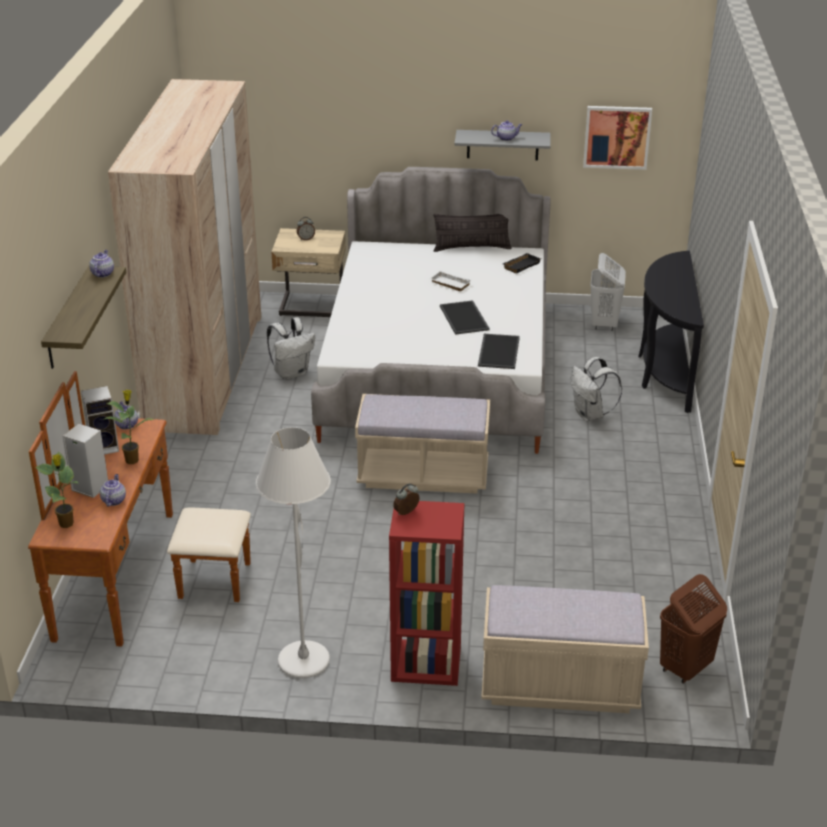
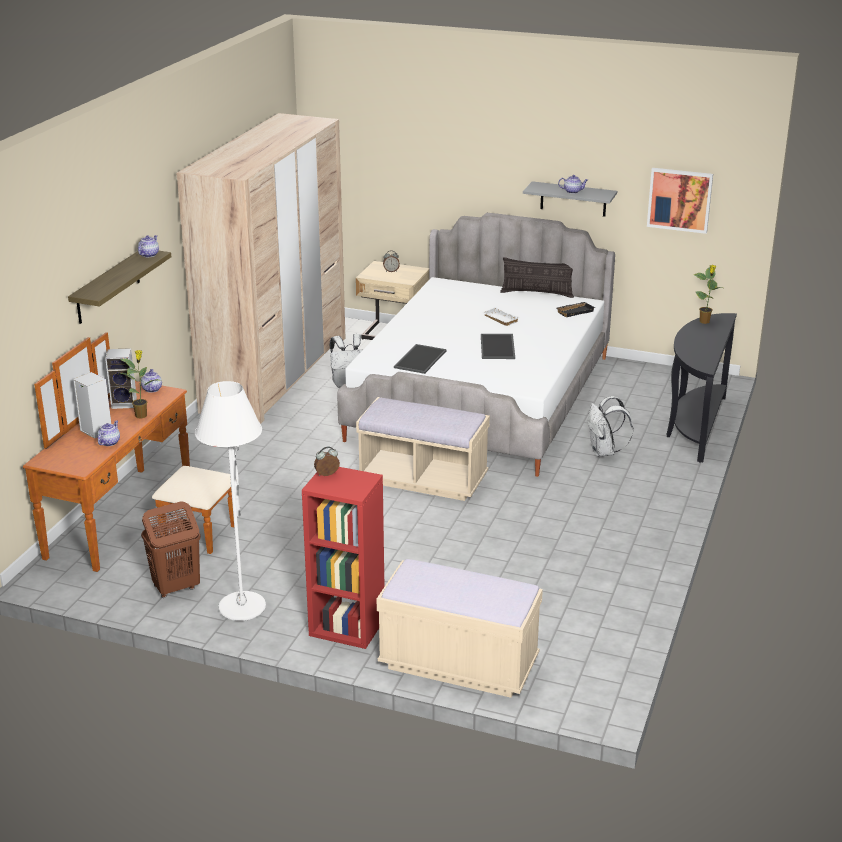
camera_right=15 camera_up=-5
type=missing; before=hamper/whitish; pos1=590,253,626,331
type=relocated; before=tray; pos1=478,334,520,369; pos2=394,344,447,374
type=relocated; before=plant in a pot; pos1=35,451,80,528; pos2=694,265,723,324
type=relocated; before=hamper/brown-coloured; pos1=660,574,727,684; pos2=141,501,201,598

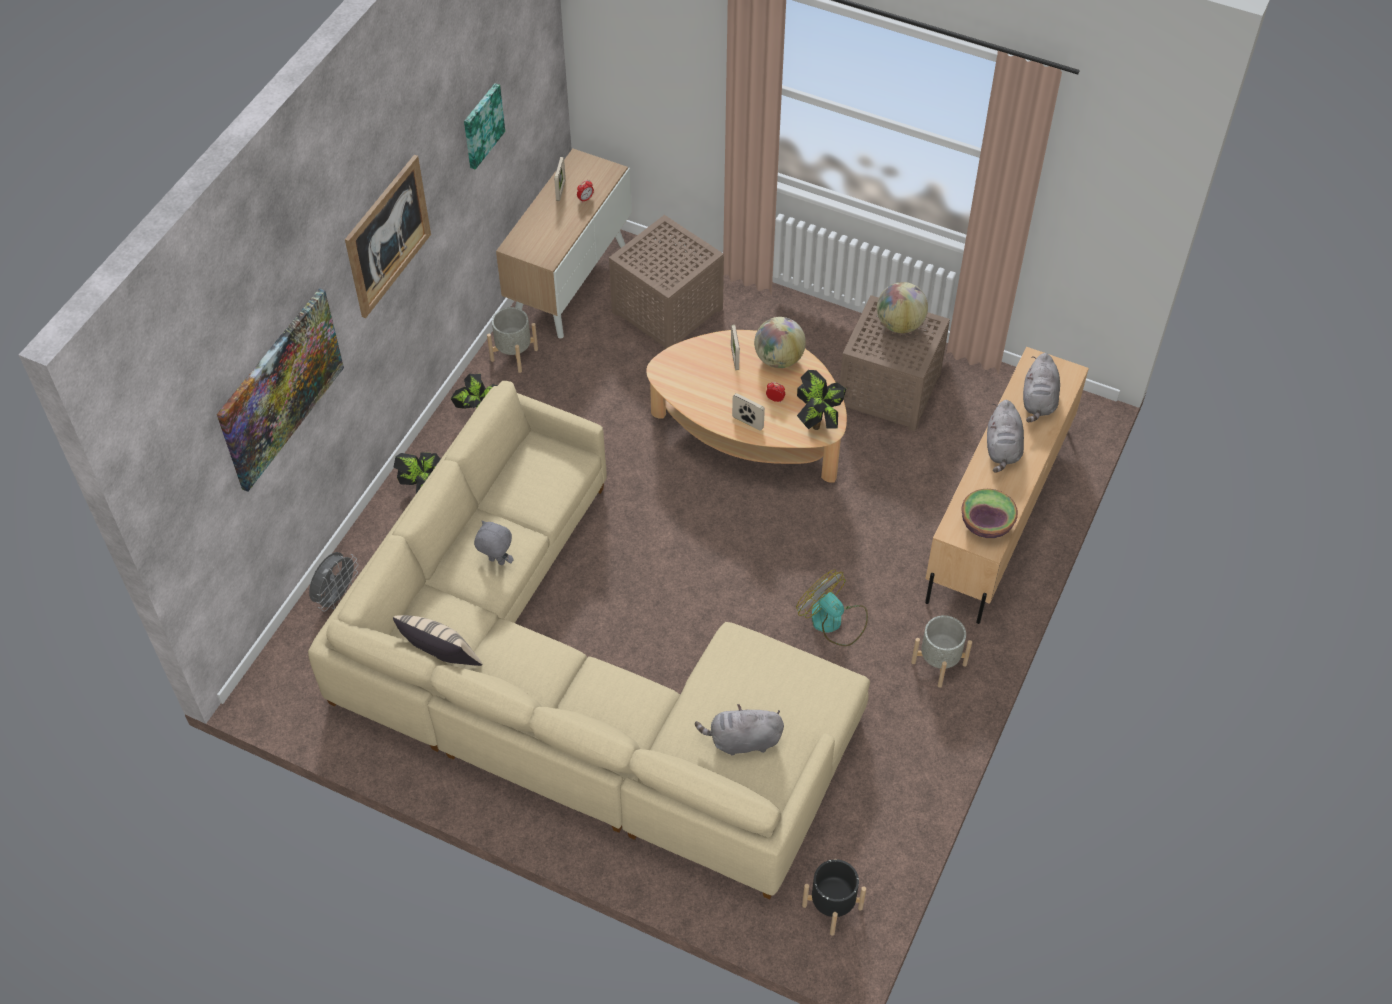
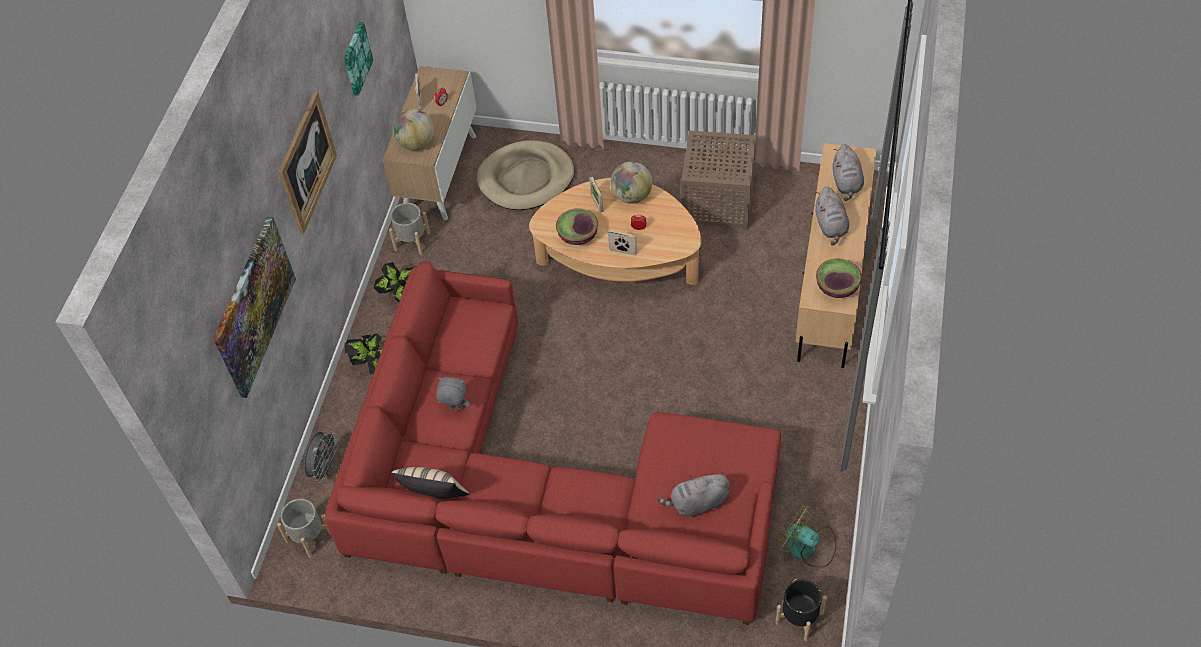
camera_right=-10 camera_up=0
type=exchanged; before=side table/brown-coloured; after=dog cushion/beige; pos1=609,215,724,349; pos2=477,140,574,210
type=relocated; before=globe; pos1=877,282,928,333; pos2=392,109,434,150
type=missing; before=plant in a pot; pos1=797,370,846,430
type=colour; before=settee/beige; after=settee/reddish; pos1=308,381,870,899; pos2=325,261,781,625
type=relocated; before=electric fan; pos1=796,569,868,646; pos2=778,506,837,568
type=relocated; before=plant pot/gray; pos1=911,615,972,688; pos2=277,499,331,558
type=appeared; after=bowl; pos2=556,208,598,245

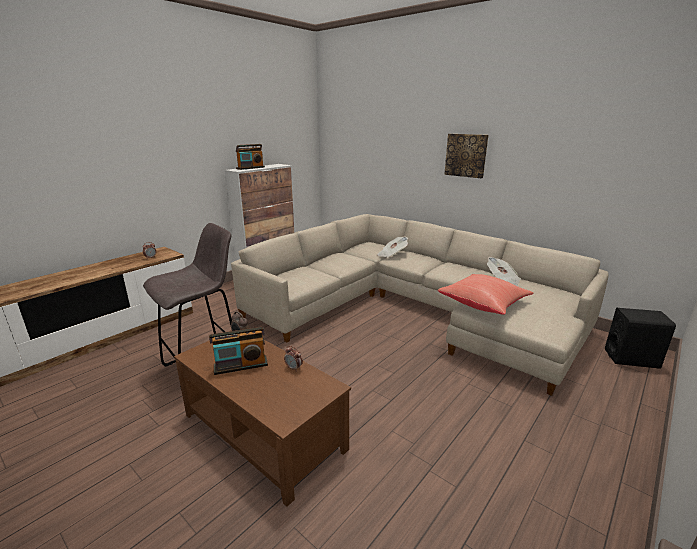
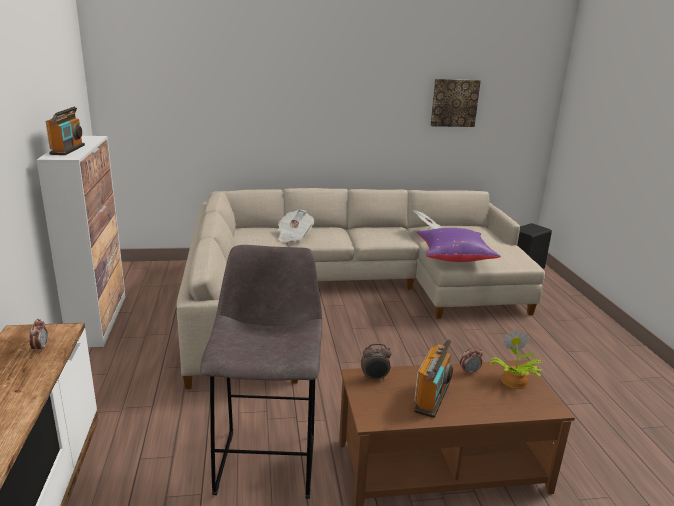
camera_right=-50 camera_up=0
type=relocated; before=wall art; pos1=444,134,488,178; pos2=430,79,481,127
type=colour; before=throw pillow/reddish; after=throw pillow/purplish; pos1=438,274,533,315; pos2=417,228,501,262
type=appeared; after=plant in a pot; pos2=490,330,542,389

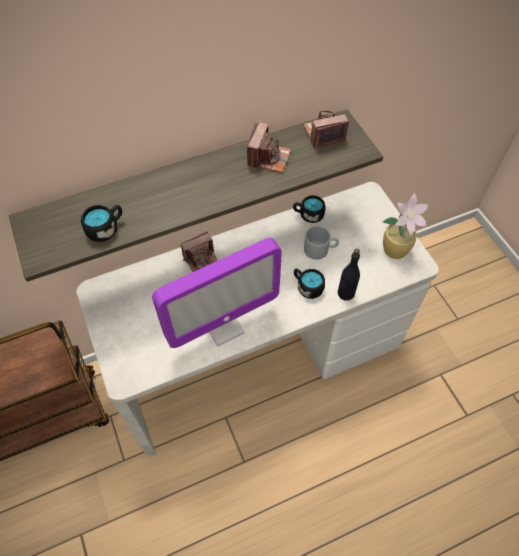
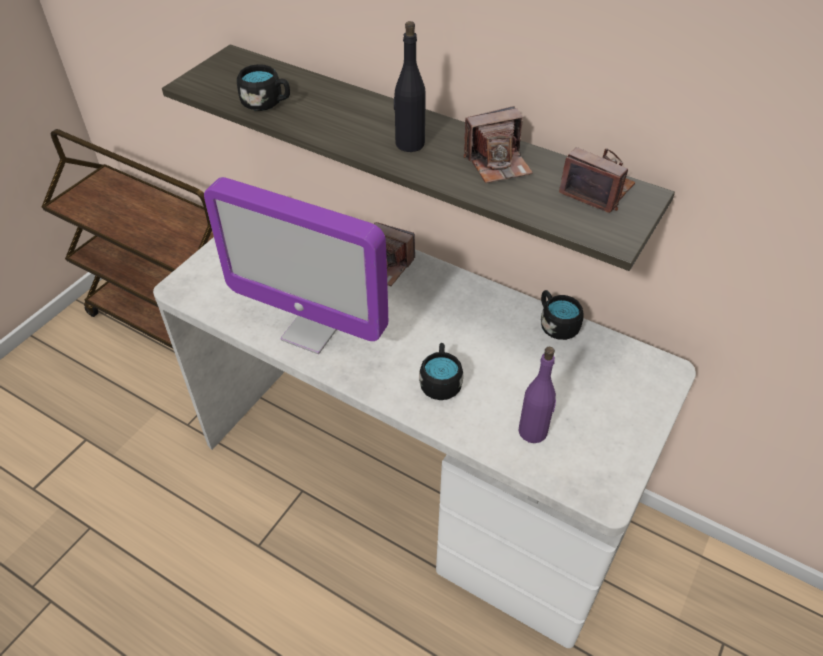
camera_right=55 camera_up=-10
type=missing; before=plant in a pot; pos1=382,193,429,259
type=missing; before=mug/gray; pos1=304,226,339,260
type=relocated; before=beverage bottle/blackish; pos1=338,249,360,301; pos2=394,21,426,152
type=appeared; after=beverage bottle/purplish; pos2=519,347,556,443

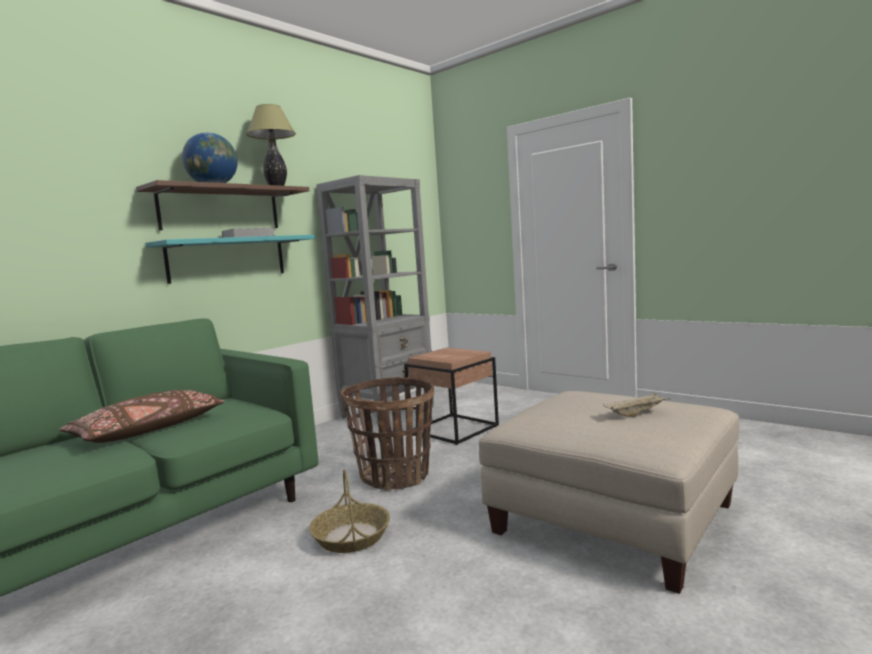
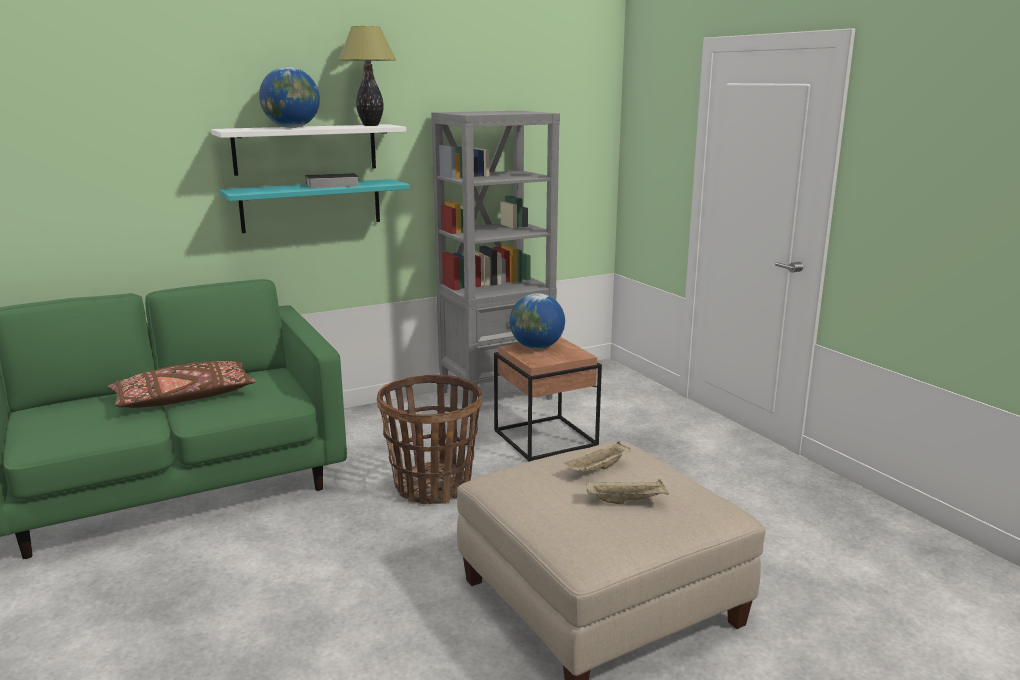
camera_right=20 camera_up=10
type=colour; before=bracket shelf/brown-coloured; after=bracket shelf/whitish; pos1=136,180,309,230; pos2=211,124,406,176
type=missing; before=household basket; pos1=309,469,390,553
type=appeared; after=globe; pos2=510,293,565,349
type=appeared; after=tray/beige; pos2=565,442,631,472

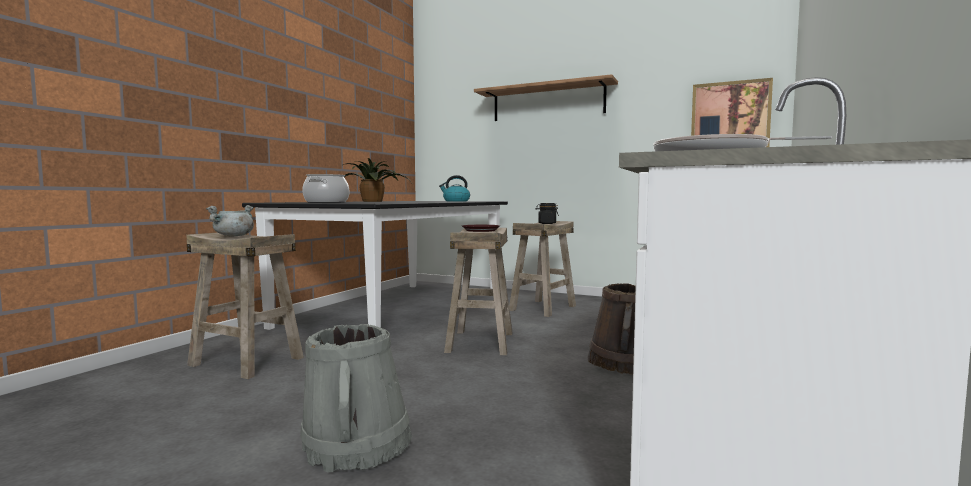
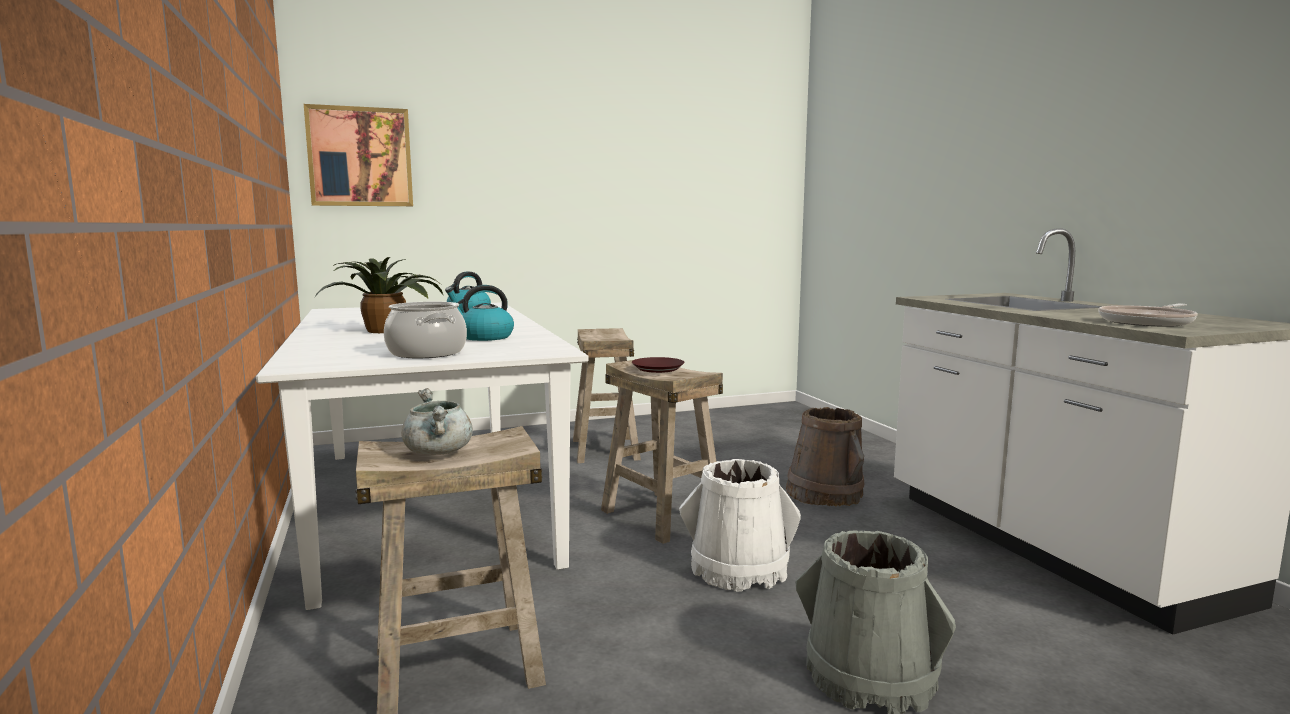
camera_right=-45 camera_up=5
type=missing; before=bracket shelf; pos1=474,74,618,121
type=relocated; before=wall art; pos1=691,78,773,147; pos2=304,104,413,206
type=colour; before=kitchen table/blackish; after=kitchen table/whitish; pos1=242,201,508,330; pos2=256,302,588,610
type=missing; before=jar/blackish; pos1=536,203,559,224
type=appeared; after=kettle; pos2=457,285,514,341
type=appeared; after=water bucket/whitish; pos2=679,459,801,592

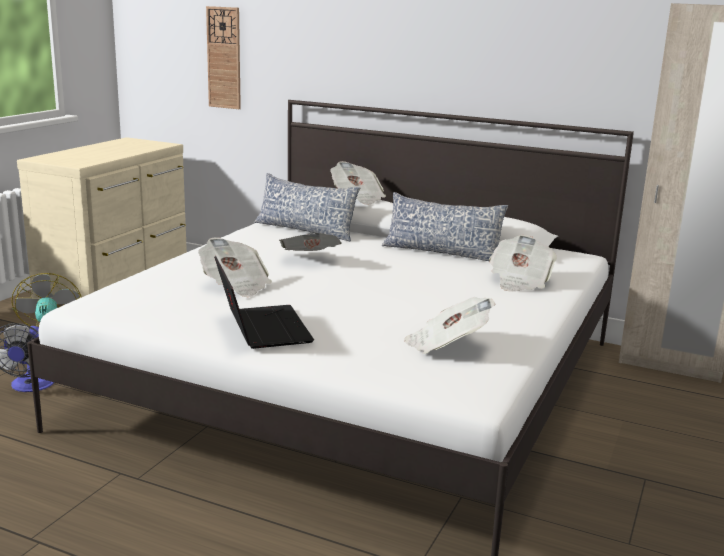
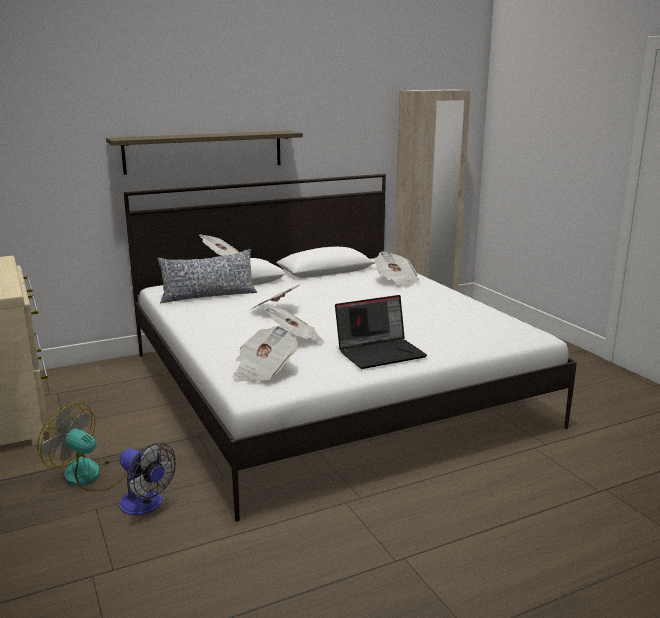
camera_right=-50 camera_up=0
type=missing; before=hanging clock; pos1=206,6,241,109
type=missing; before=throw pillow; pos1=382,192,508,261
type=spun; before=portable computer; pos1=214,256,314,349; pos2=335,295,427,369; turn=135
type=relocated; before=newspaper; pos1=404,297,496,354; pos2=232,326,297,381
type=appeared; after=bracket shelf; pos2=106,131,303,175

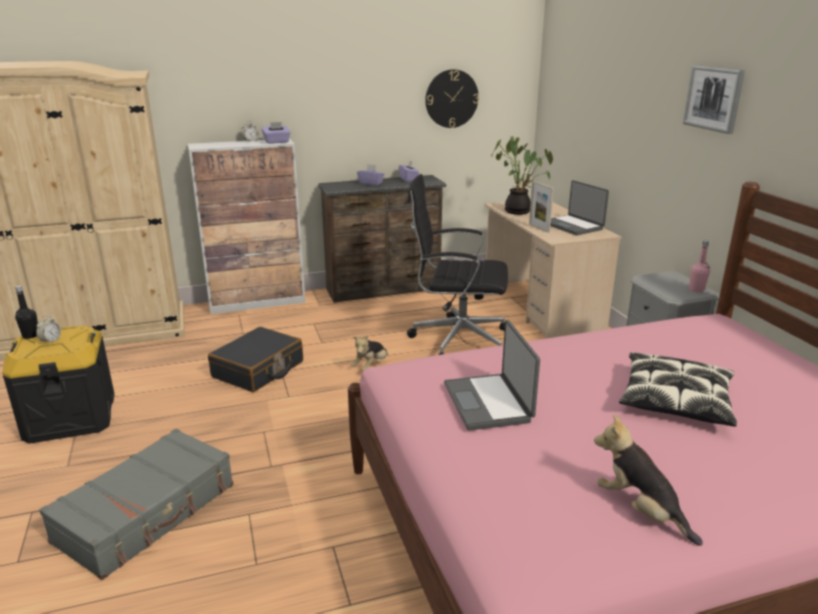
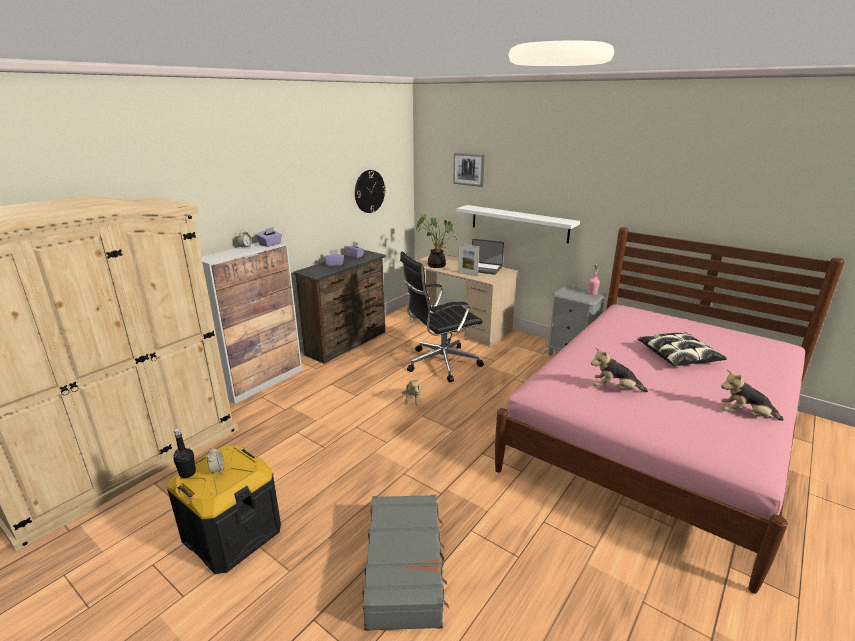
camera_right=-35 camera_up=0
type=relocated; before=wall art; pos1=683,65,745,134; pos2=453,153,485,187
type=exchanged; before=portable computer; after=soft toy; pos1=444,320,540,430; pos2=591,347,648,392
type=missing; before=suitcase/blackish; pos1=208,327,303,392
type=appeared; after=bracket shelf/whitish; pos2=456,205,580,243

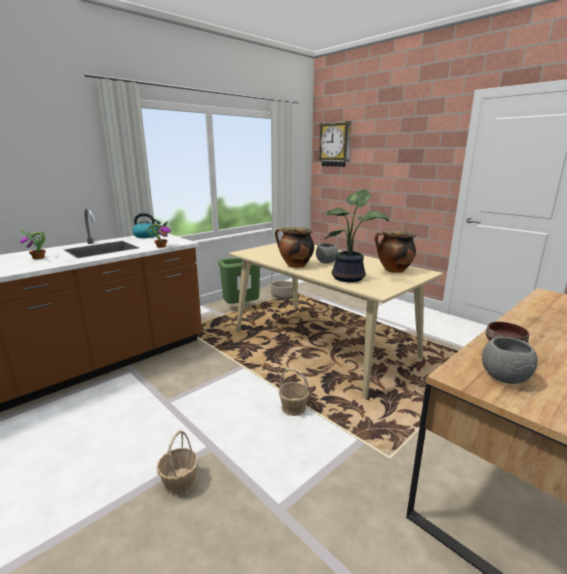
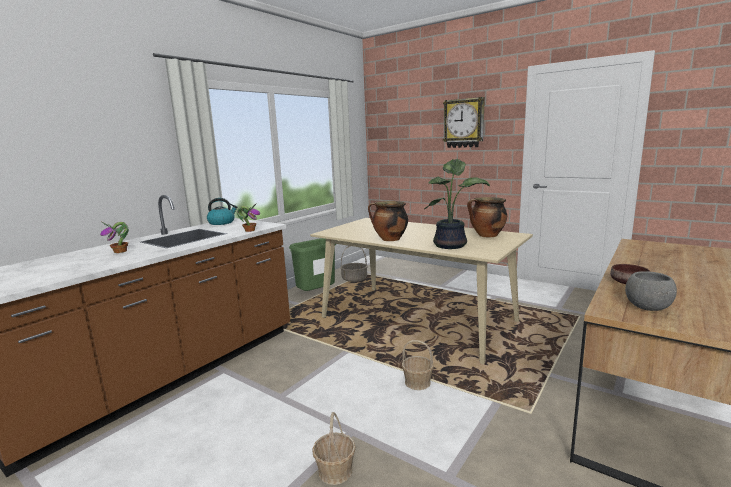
camera_right=-10 camera_up=-5
type=relocated; before=hanging clock; pos1=318,121,351,167; pos2=443,97,485,148
type=missing; before=bowl/gray; pos1=316,243,339,264

